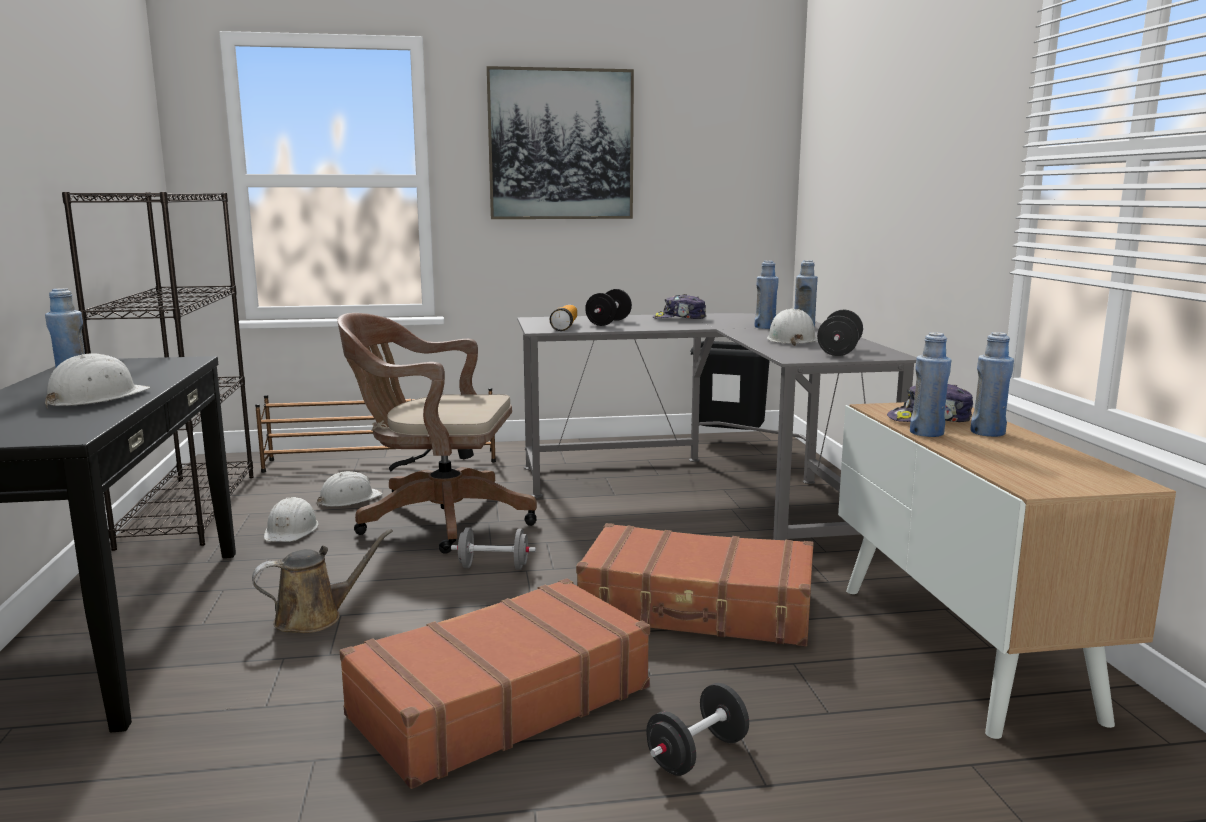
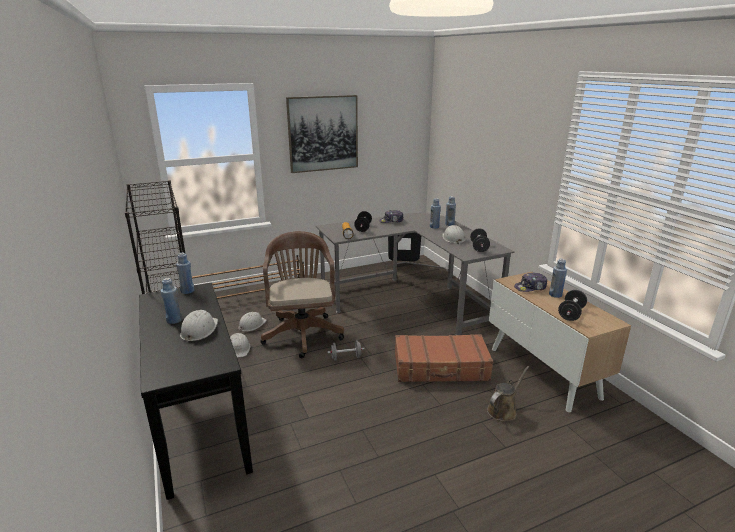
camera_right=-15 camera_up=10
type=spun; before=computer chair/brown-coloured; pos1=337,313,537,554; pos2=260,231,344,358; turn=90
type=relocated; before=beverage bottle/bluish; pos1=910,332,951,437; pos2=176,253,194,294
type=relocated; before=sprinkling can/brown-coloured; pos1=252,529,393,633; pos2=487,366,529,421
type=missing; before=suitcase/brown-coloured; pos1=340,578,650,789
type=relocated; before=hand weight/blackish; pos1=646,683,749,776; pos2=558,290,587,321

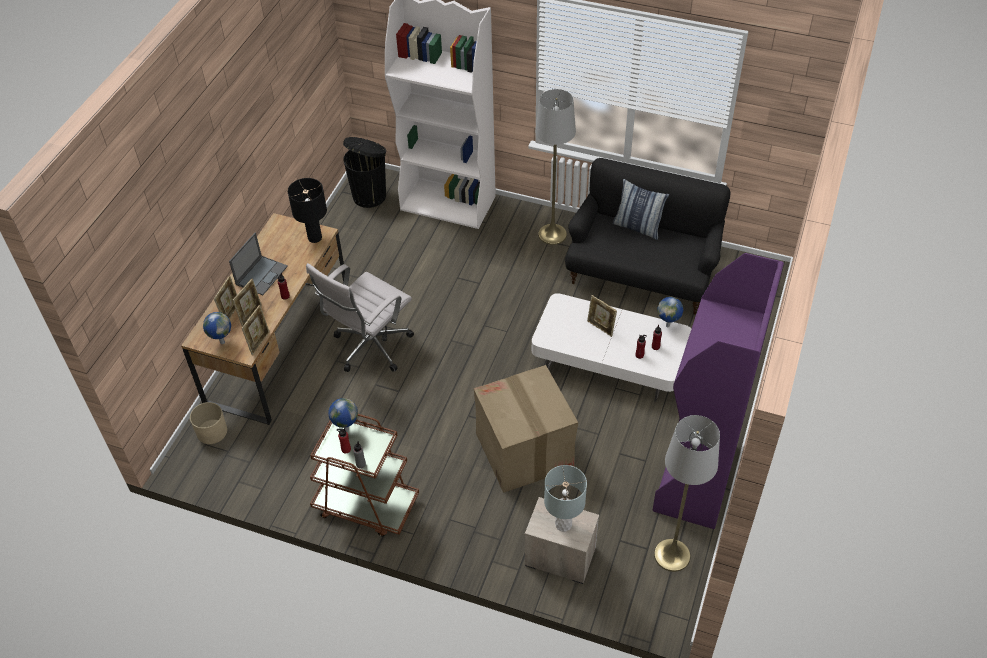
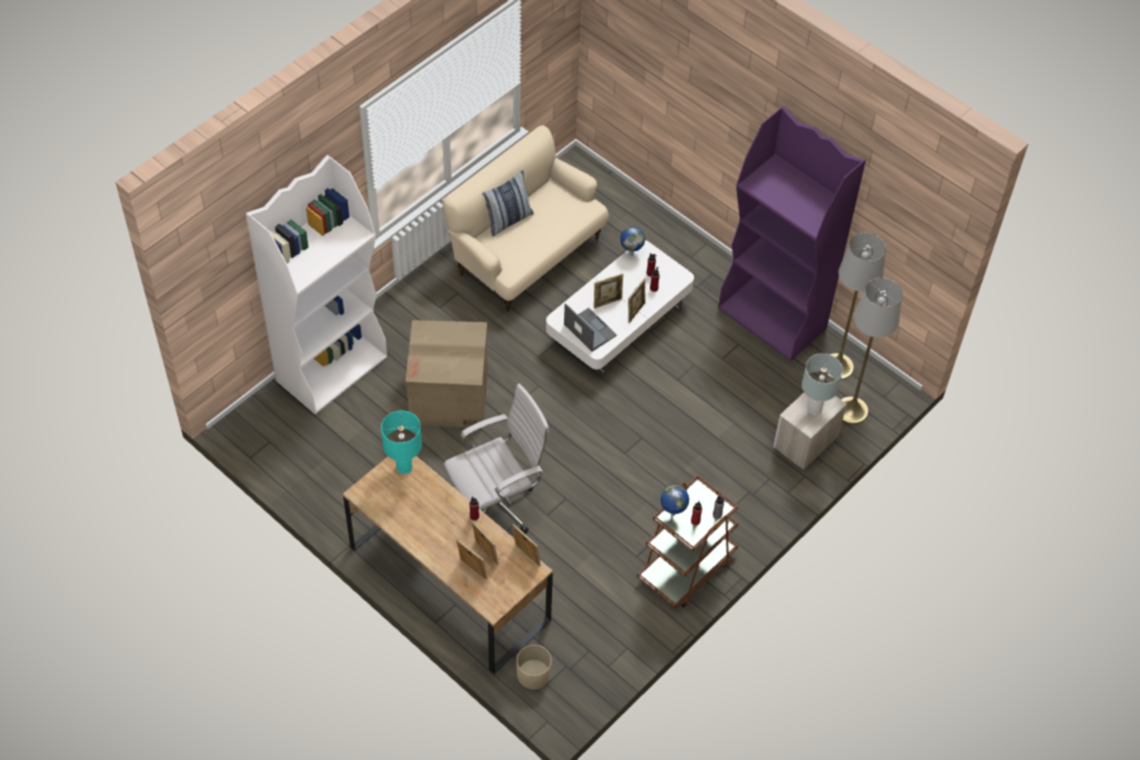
camera_right=-70 camera_up=5
type=relocated; before=standard lamp/gray; pos1=535,89,576,245; pos2=841,278,903,424
type=missing; before=trash can/blackish; pos1=343,137,386,208
type=colour; before=settee/blackish; after=settee/beige; pos1=565,158,731,314; pos2=443,125,609,312
type=colour; before=tabletop lamp/blackish; after=tabletop lamp/blue-green; pos1=288,178,327,243; pos2=381,411,422,474
type=relocated; before=portable computer; pos1=229,233,288,295; pos2=564,303,617,352
type=spun; before=computer chair/whitish; pos1=306,263,414,372; pos2=444,383,549,534; turn=-90
type=missing; before=globe; pos1=203,312,231,344
type=relocated; before=packing box; pos1=474,365,578,493; pos2=405,320,488,427
type=appeared; after=standing frame; pos2=628,278,646,324

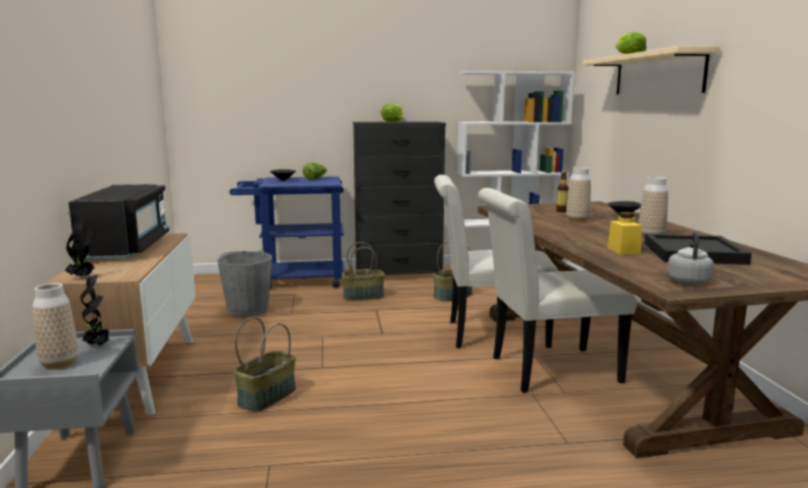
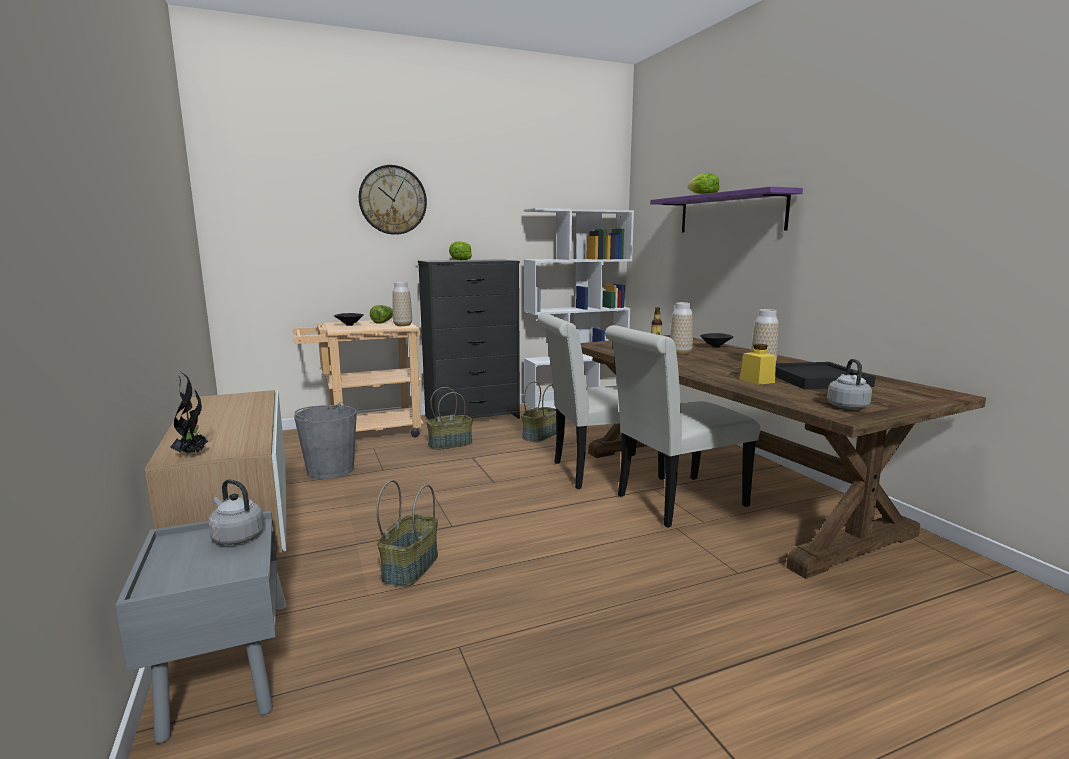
camera_right=-15 camera_up=0
type=colour; before=bracket shelf/beige; after=bracket shelf/purplish; pos1=582,46,720,95; pos2=650,186,803,233
type=colour; before=trolley/bluish; after=trolley/beige; pos1=229,176,344,290; pos2=293,319,424,438
type=missing; before=kitchen microwave/blackish; pos1=68,184,169,259
type=exchanged; before=plant in a pot; after=kettle/gray; pos1=80,274,112,346; pos2=208,479,264,545
type=relocated; before=vase; pos1=33,283,78,369; pos2=393,282,412,326
type=appeared; after=hanging clock; pos2=359,165,427,235

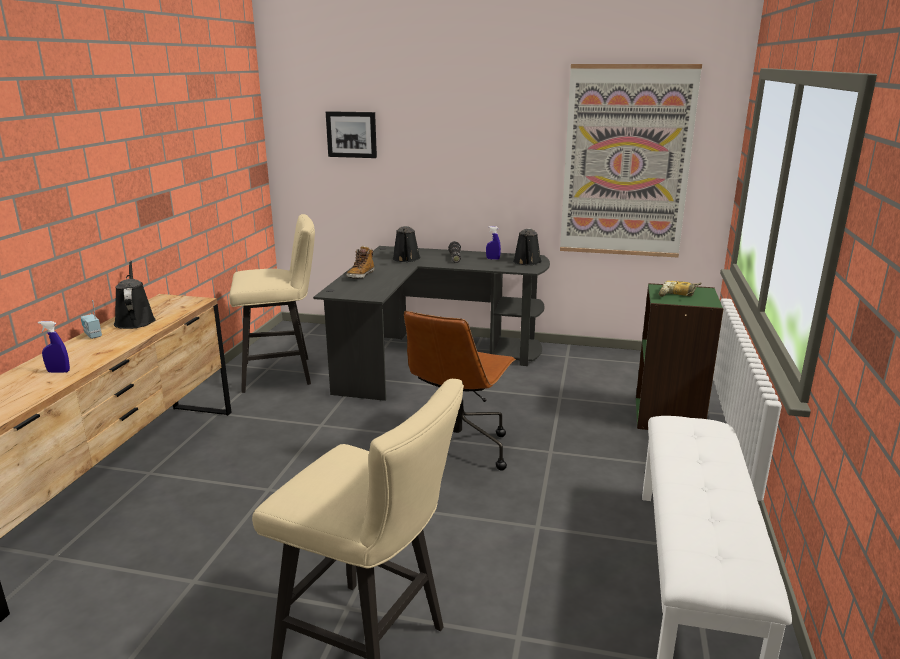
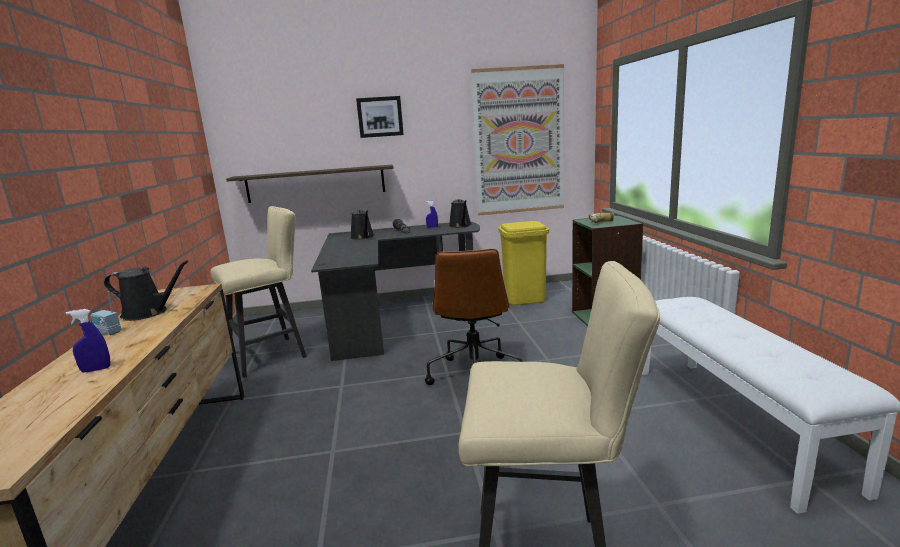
camera_right=-20 camera_up=-5
type=relocated; before=wall art; pos1=326,111,377,158; pos2=356,96,404,138
type=missing; before=boot; pos1=346,246,375,279
type=spun; before=sprinkling can/blackish; pos1=114,261,156,329; pos2=104,260,189,321; turn=135
type=appeared; after=bracket shelf; pos2=226,165,394,203
type=appeared; after=trash can/yellowish; pos2=498,221,549,305

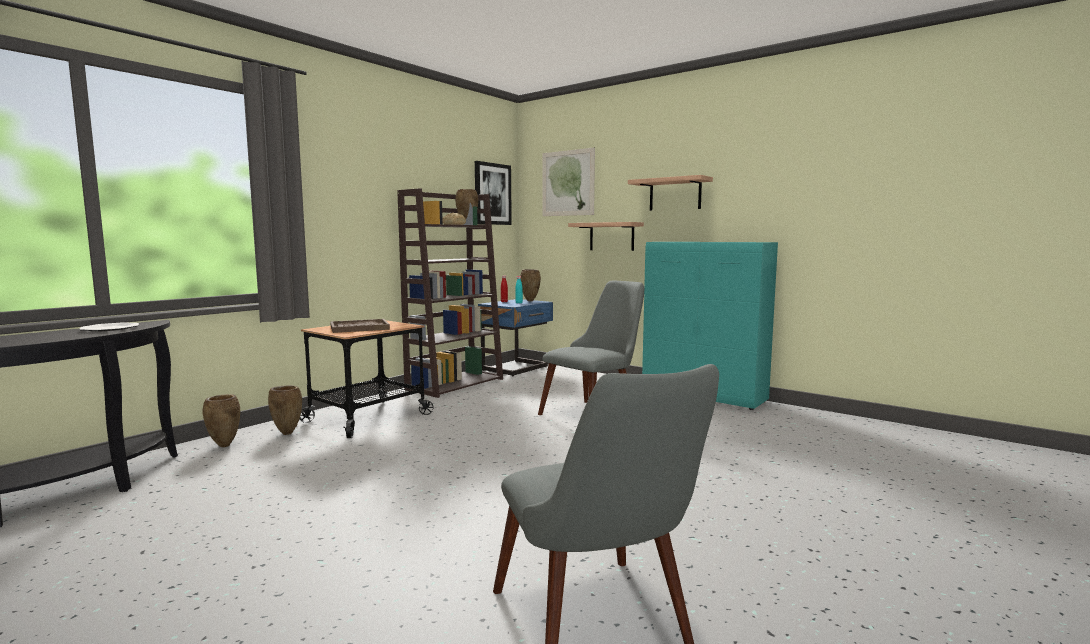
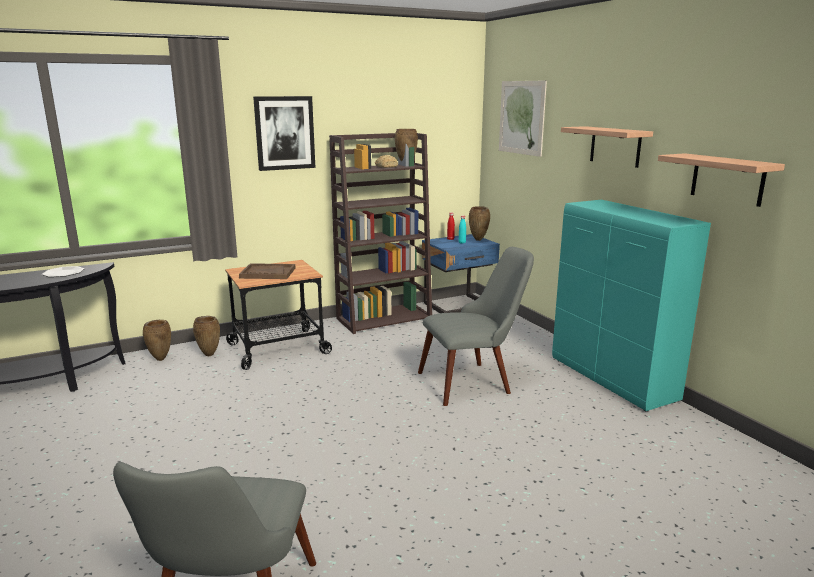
camera_right=25 camera_up=10
type=relocated; before=wall art; pos1=475,161,512,225; pos2=253,96,315,171
type=relocated; before=bracket shelf; pos1=568,222,644,251; pos2=658,153,785,207

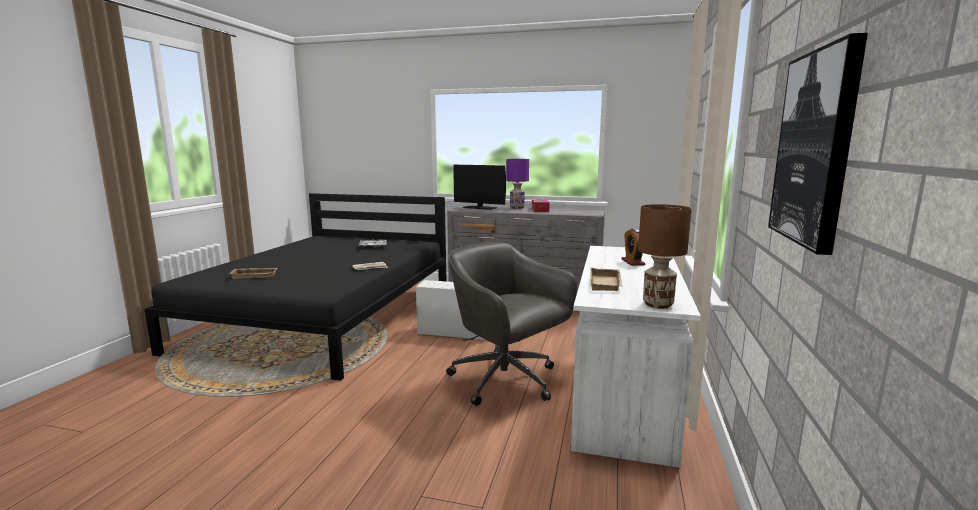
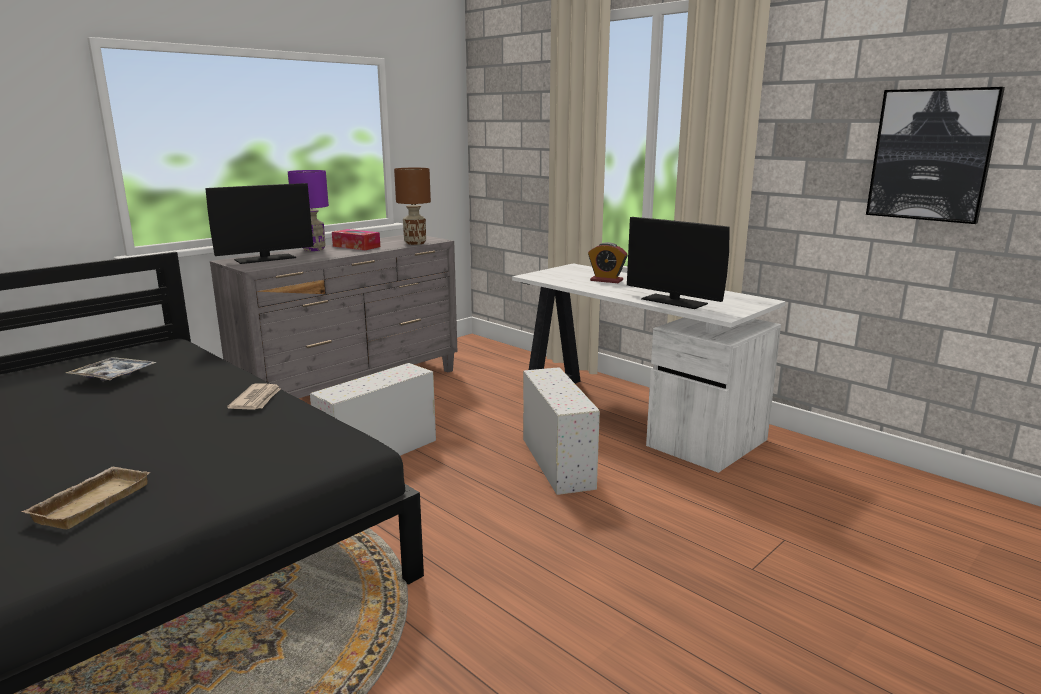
camera_right=-60 camera_up=5
type=relocated; before=tabletop lamp/brown-coloured; pos1=638,204,692,309; pos2=394,168,431,245
type=exchanged; before=computer chair/gray; after=storage container/whitish; pos1=446,242,577,406; pos2=523,367,600,495
type=exchanged; before=tray/beige; after=computer screen; pos1=590,267,623,291; pos2=627,217,730,309

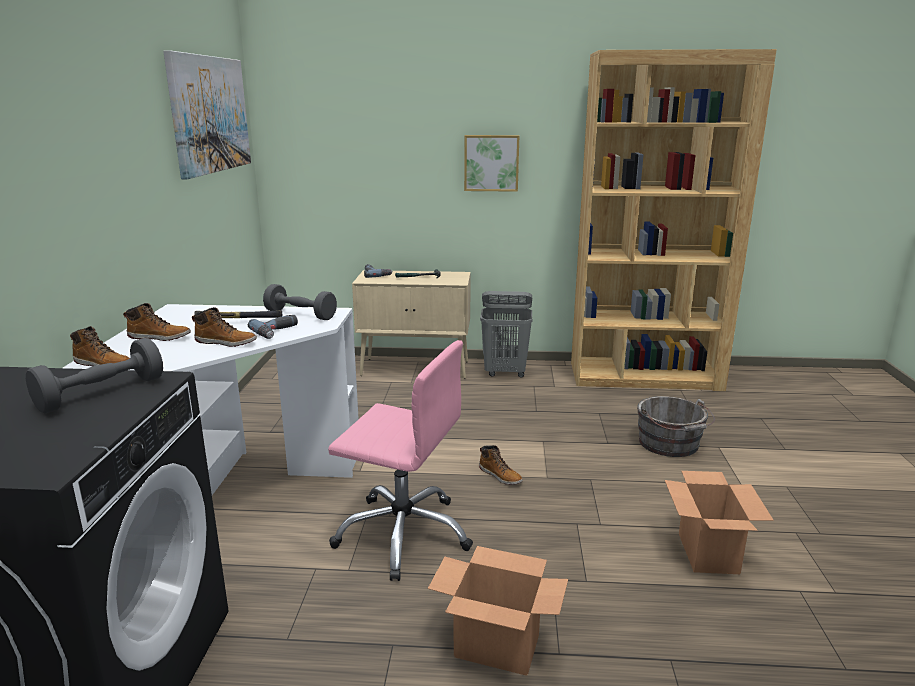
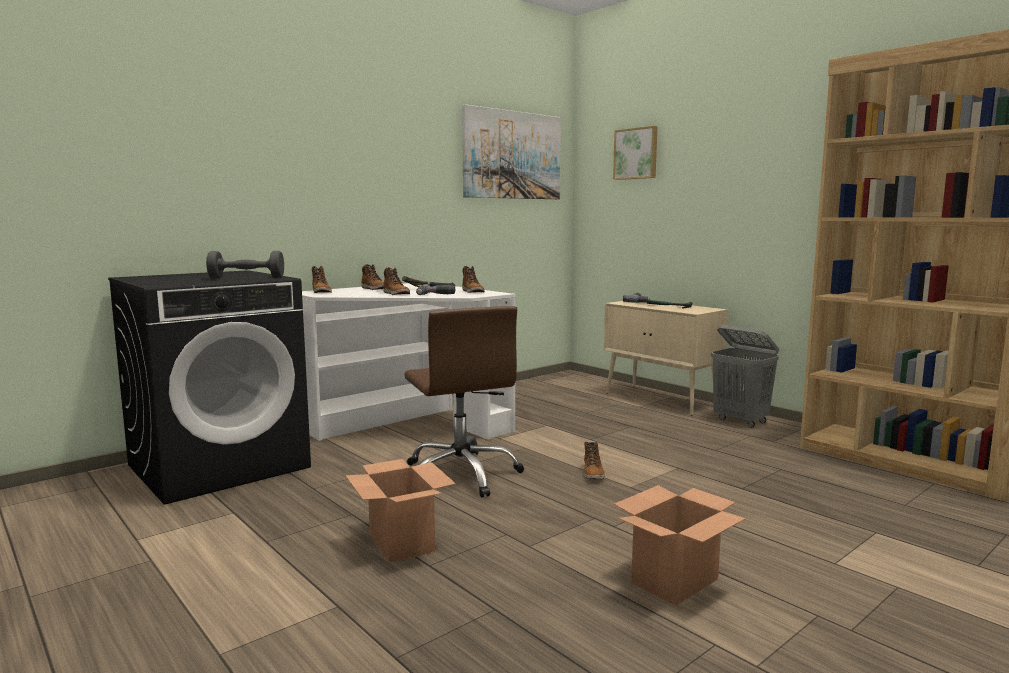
camera_right=45 camera_up=-10
type=relocated; before=wall art; pos1=464,135,519,192; pos2=613,126,658,180
type=exchanged; before=hand weight/gray; after=boot; pos1=263,284,337,320; pos2=462,266,485,293
type=colour; before=computer chair/pink-coloured; after=computer chair/brown-coloured; pos1=328,340,473,581; pos2=405,306,524,497
type=missing; before=water bucket/gray; pos1=638,396,715,457

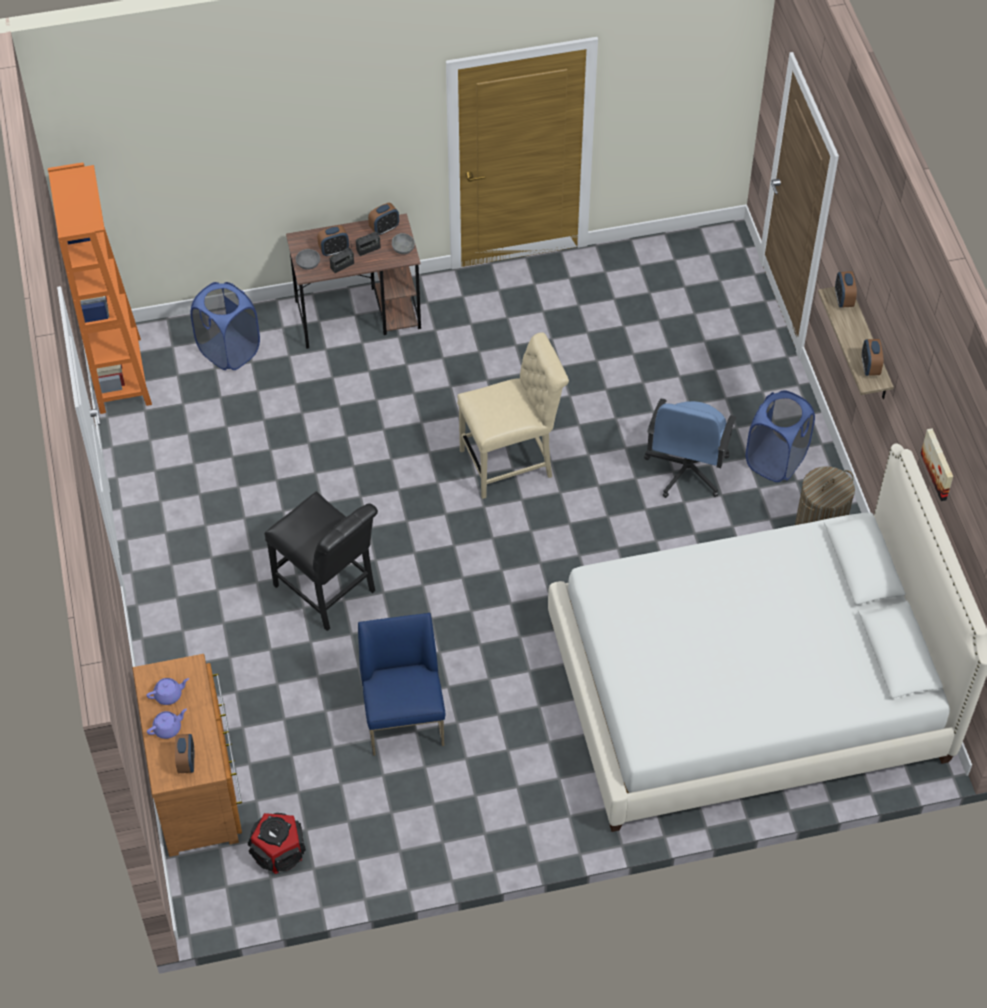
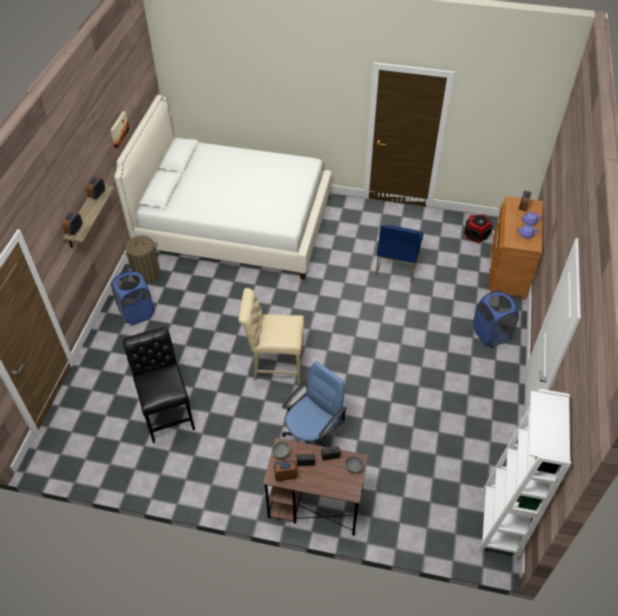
camera_right=-155 camera_up=-5
type=colour; before=bookcase/orange-coloured; after=bookcase/whitish; pos1=48,162,152,414; pos2=478,389,571,560
type=missing; before=bedside clock; pos1=317,225,349,257
type=relocated; before=hamper/bluish; pos1=190,282,260,370; pos2=473,291,519,347
type=relocated; before=computer chair/bluish; pos1=644,399,736,498; pos2=282,361,347,448
type=relocated; before=chair/blackish; pos1=264,491,378,631; pos2=123,327,195,443

